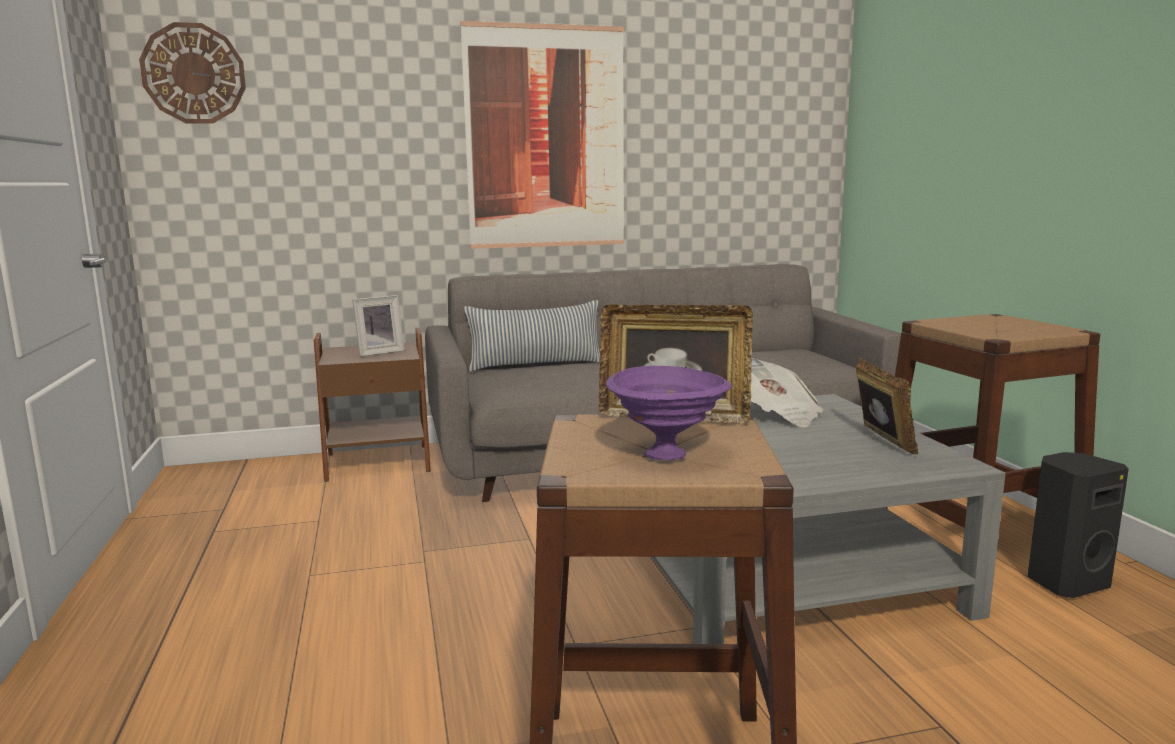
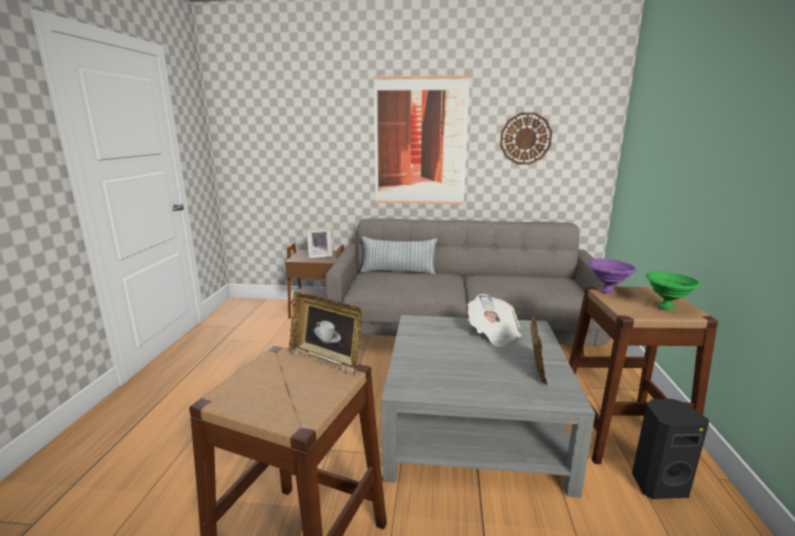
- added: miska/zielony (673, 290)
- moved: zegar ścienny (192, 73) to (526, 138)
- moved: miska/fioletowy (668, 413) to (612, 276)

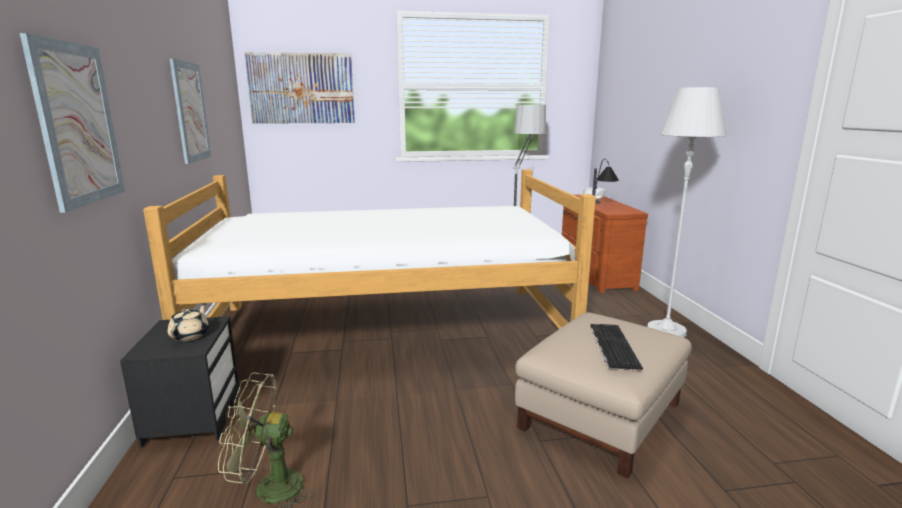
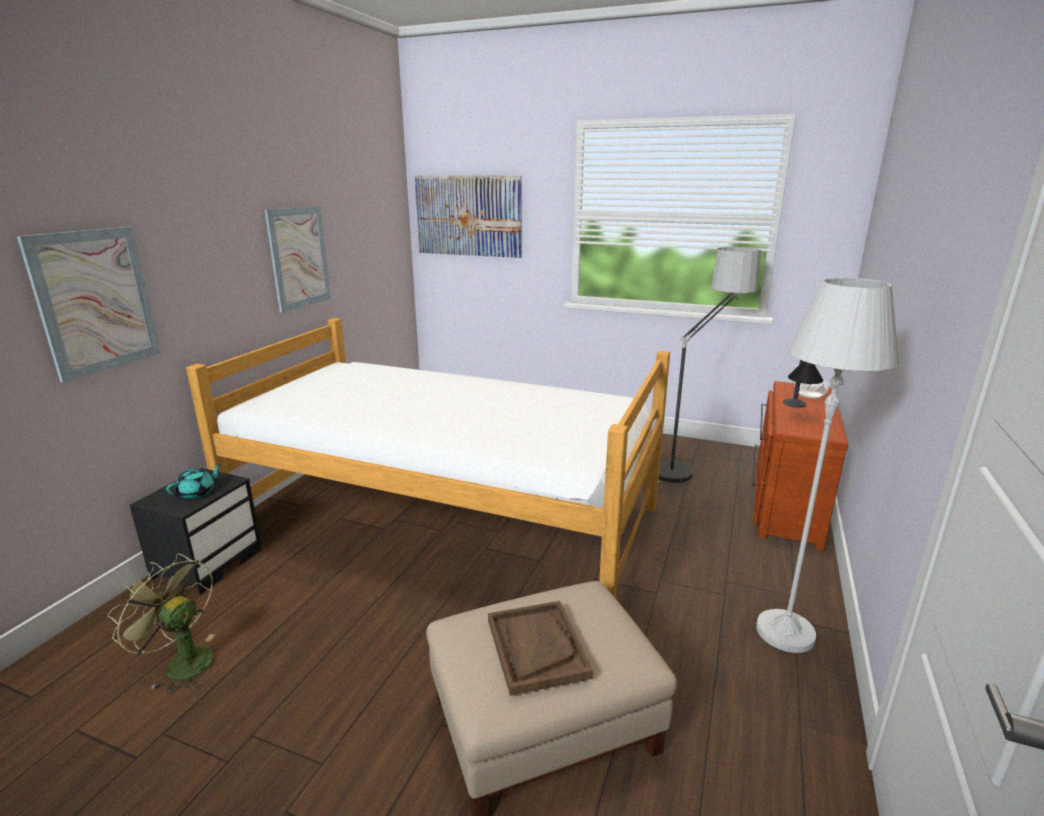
- replaced: klawiatura (616, 347) to taca/brązowy (540, 648)
- recoloured: imbryk/beżowy (188, 322) to imbryk/turkusowy (194, 481)

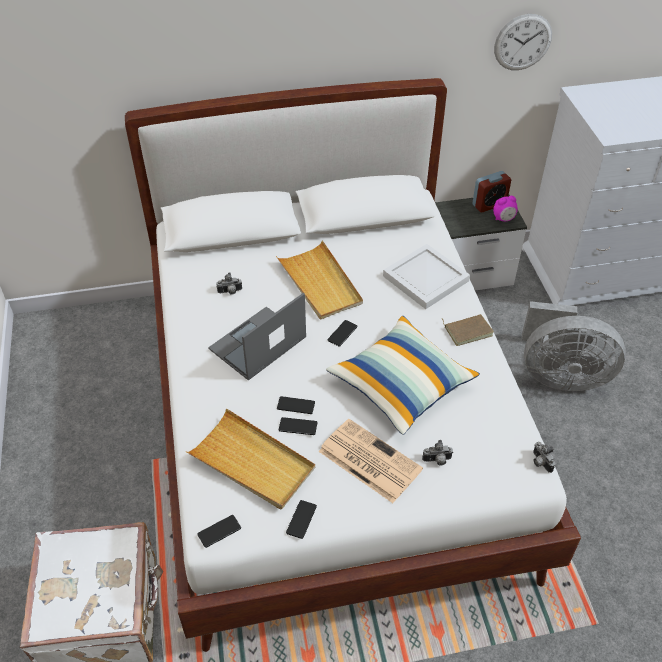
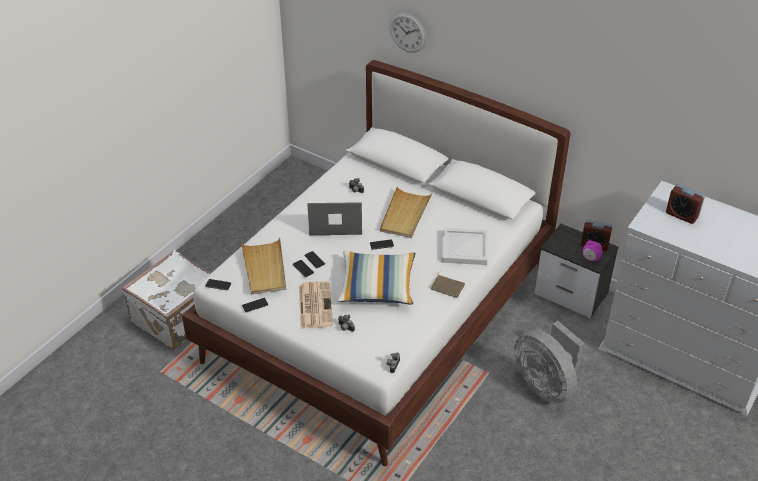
- added: budzik (685, 204)
- moved: zegar ścienny (523, 42) to (407, 33)

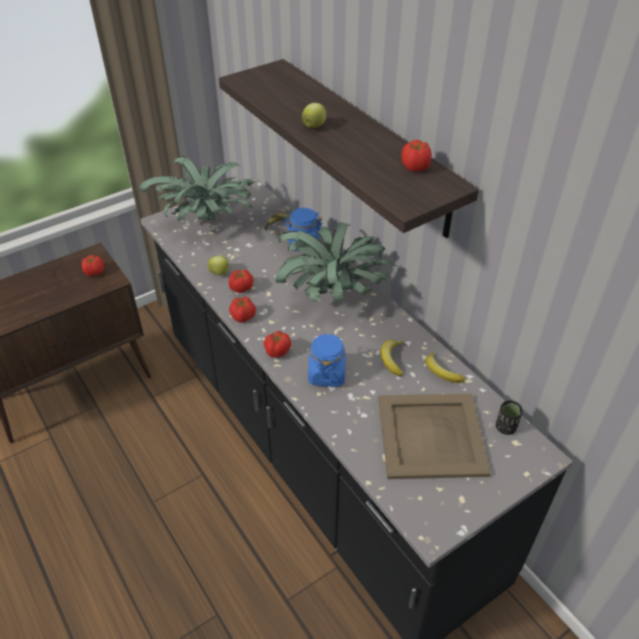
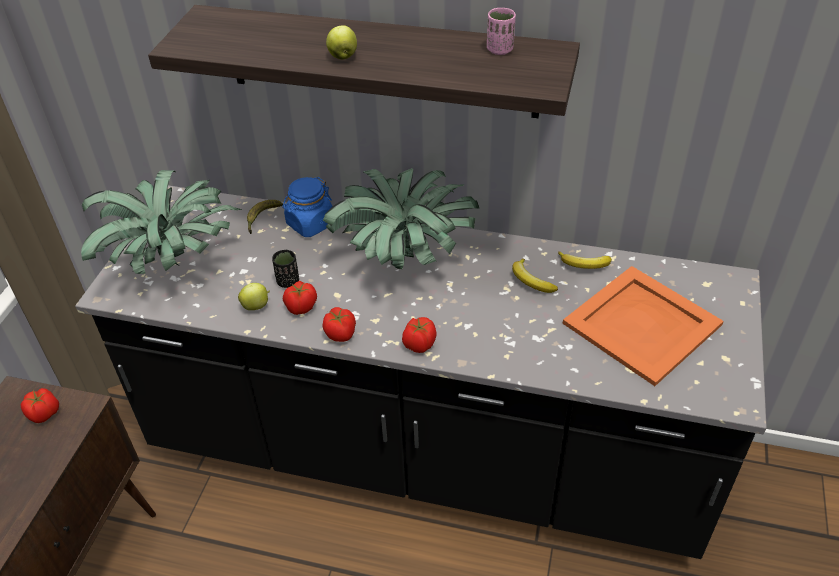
- removed: słoik/niebieski (327, 359)
- moved: filiżanka/czarny (509, 417) to (285, 269)
- replaced: pomidor (416, 156) to filiżanka/różowy (501, 31)
- recoloured: taca/beżowy (434, 436) to taca/pomarańczowy (643, 326)

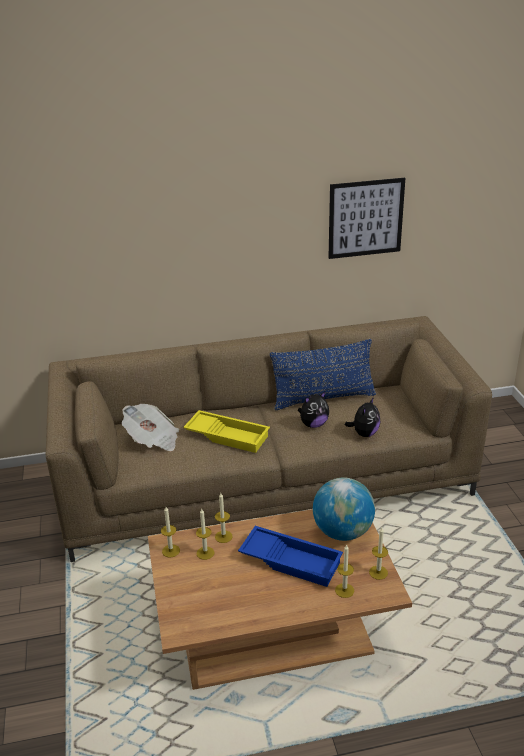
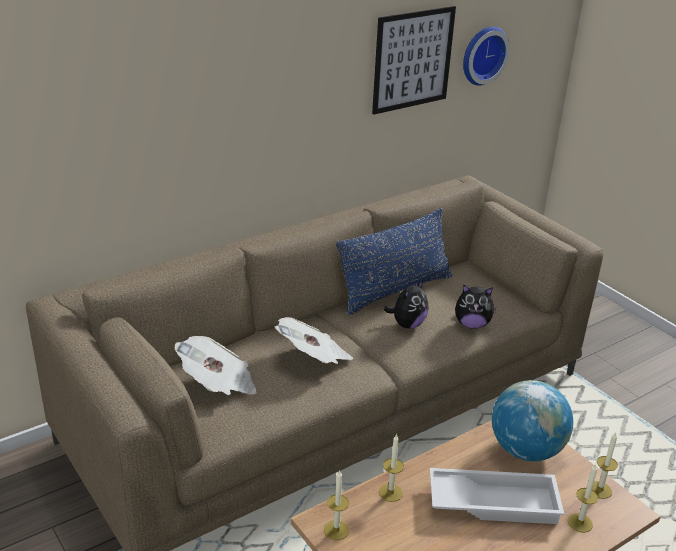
- removed: świeca (205, 534)
- added: zegar ścienny (486, 56)
- replaced: taca/żółty (226, 431) to gazeta (314, 340)
- recoloured: taca/niebieski (290, 556) to taca/biały (497, 496)
- turned: pluszak (362, 417) = (476, 306) 90 degrees clockwise

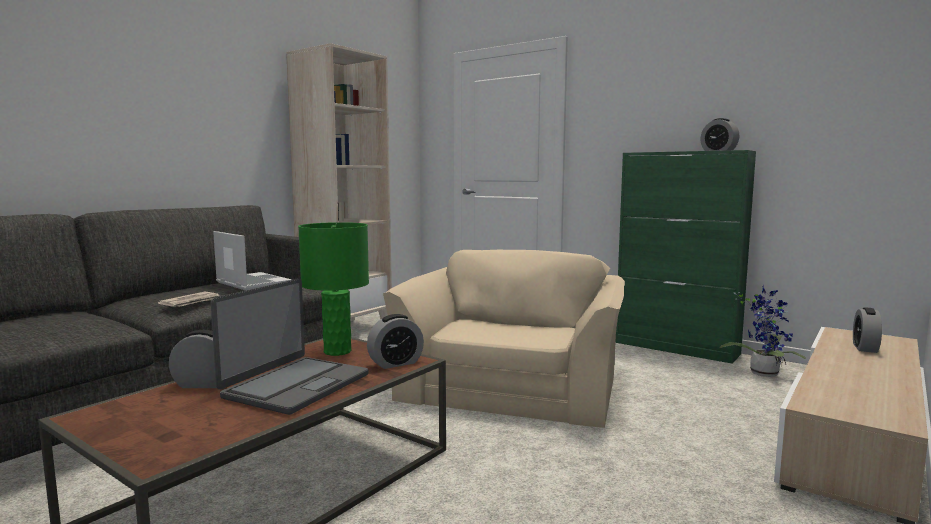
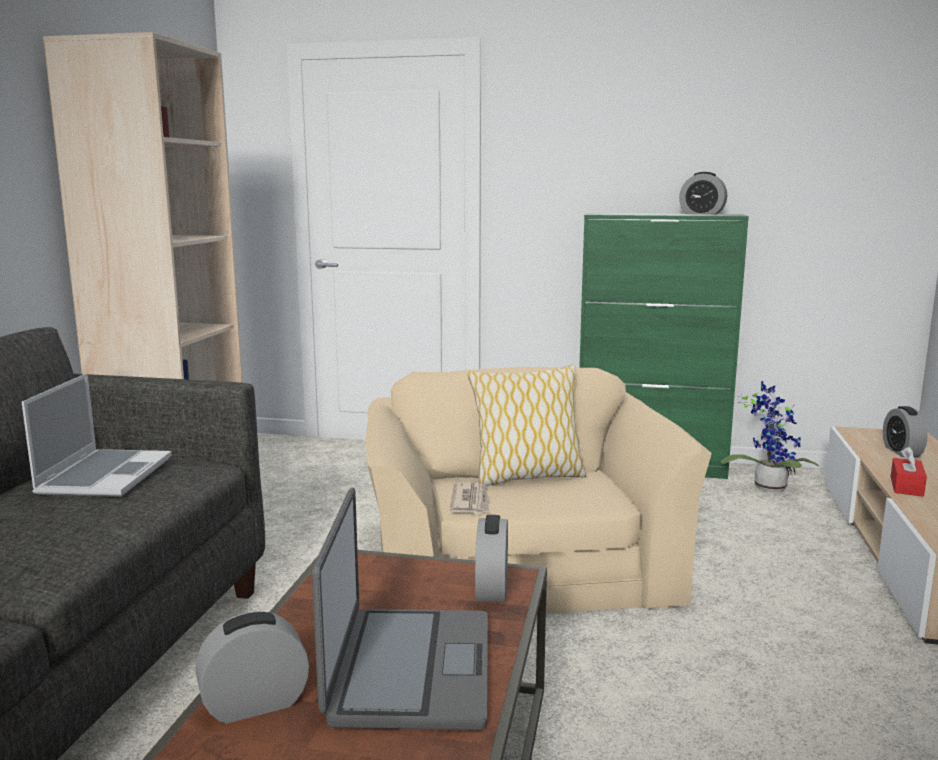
- removed: lampa stołowa/zielony (333, 289)
- added: poduszka (526, 425)
- added: pudełko chusteczek/czerwony (909, 472)
- moved: gazeta (188, 299) to (469, 497)
- turned: laptop (252, 260) = (97, 435) 75 degrees clockwise
- turned: budzik (395, 341) = (491, 558) 150 degrees clockwise

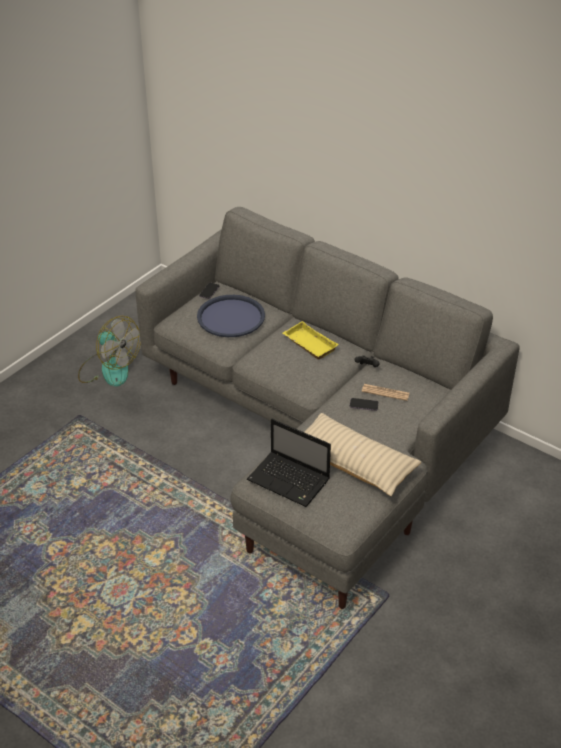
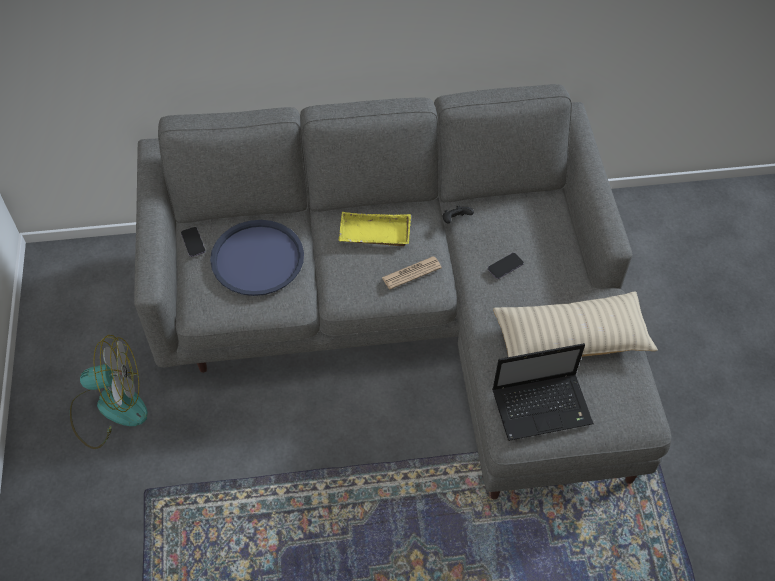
- moved: gazeta (386, 392) to (412, 273)

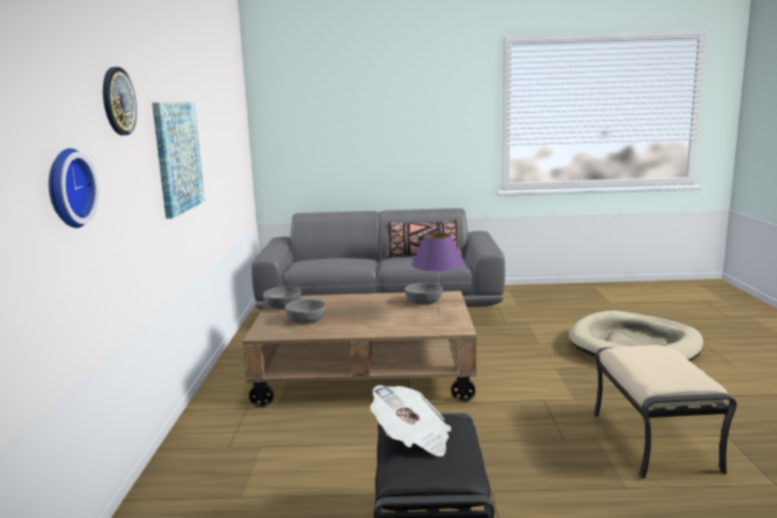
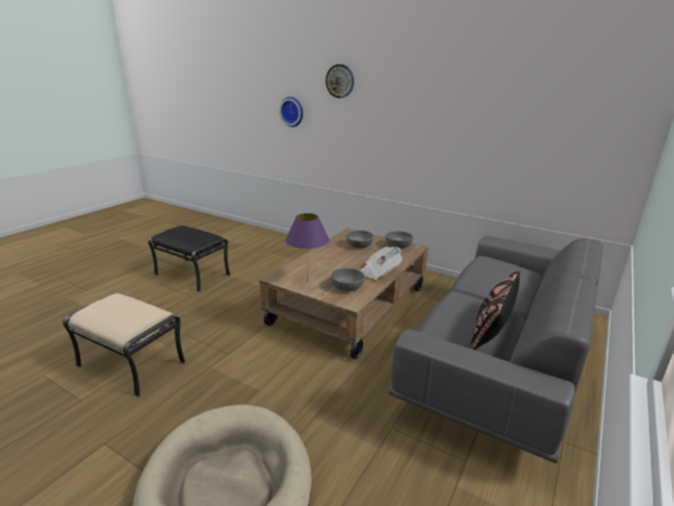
- removed: obraz (178, 160)
- moved: gazeta (410, 421) to (381, 263)

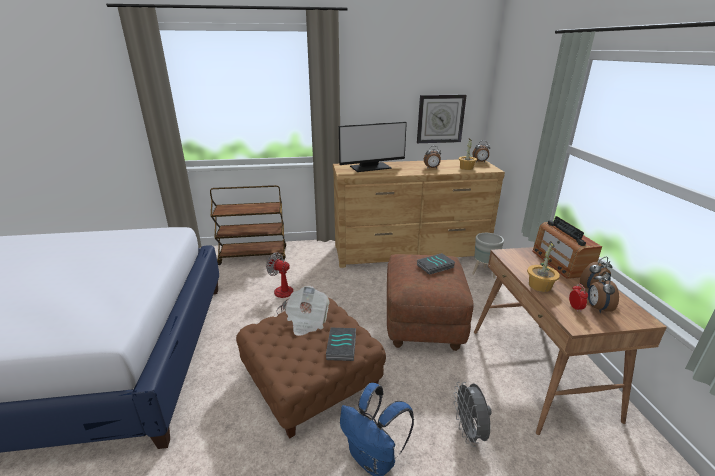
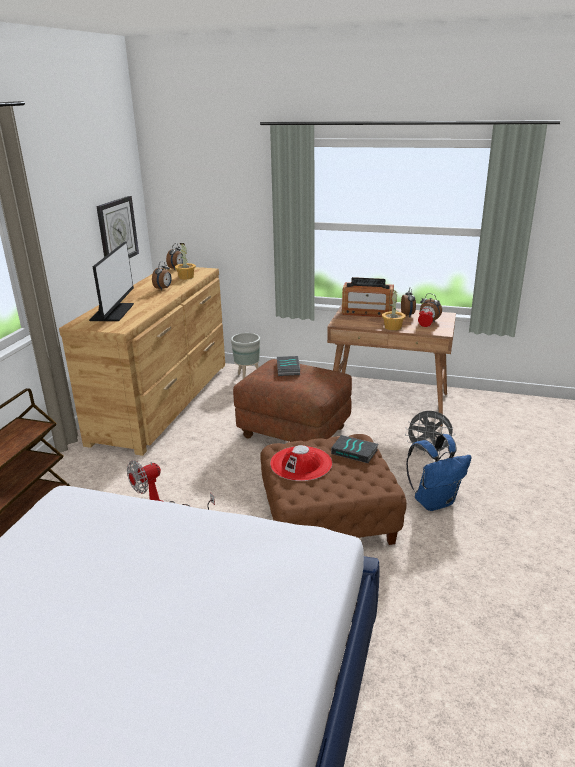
- replaced: gazeta (307, 311) to kapelusz/czerwony (301, 463)

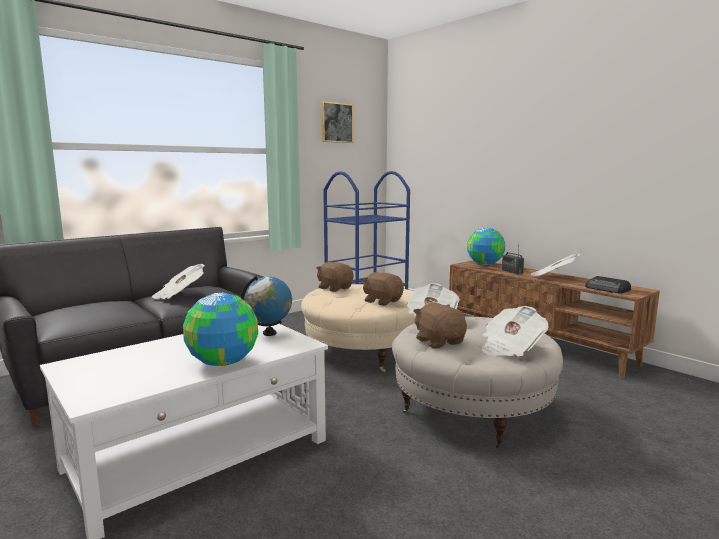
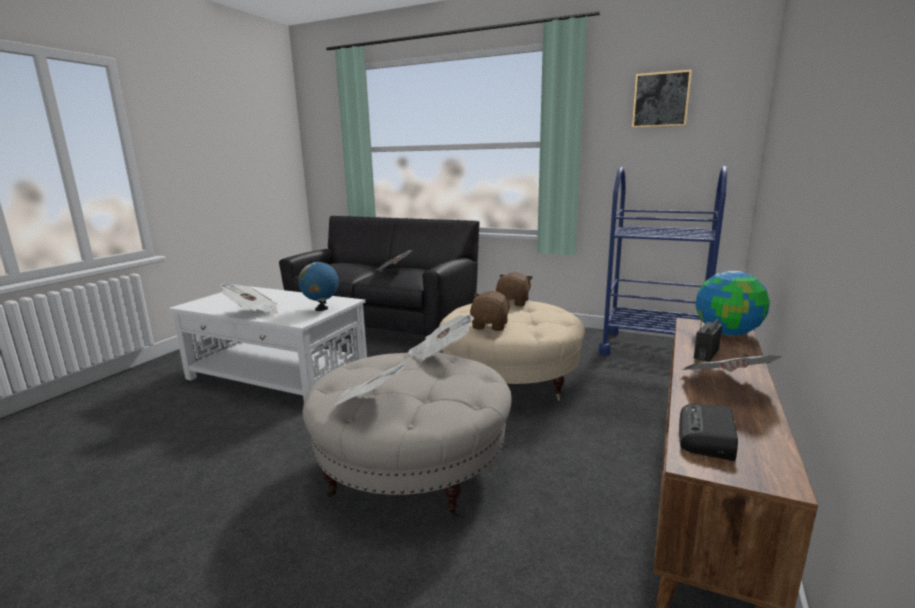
- removed: pluszak/brązowy (440, 325)
- replaced: globus (220, 329) to gazeta (249, 299)

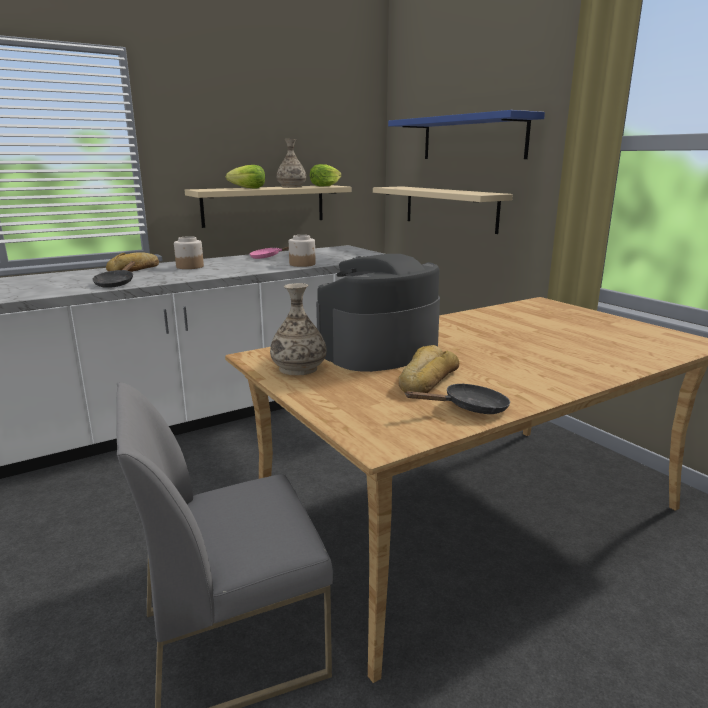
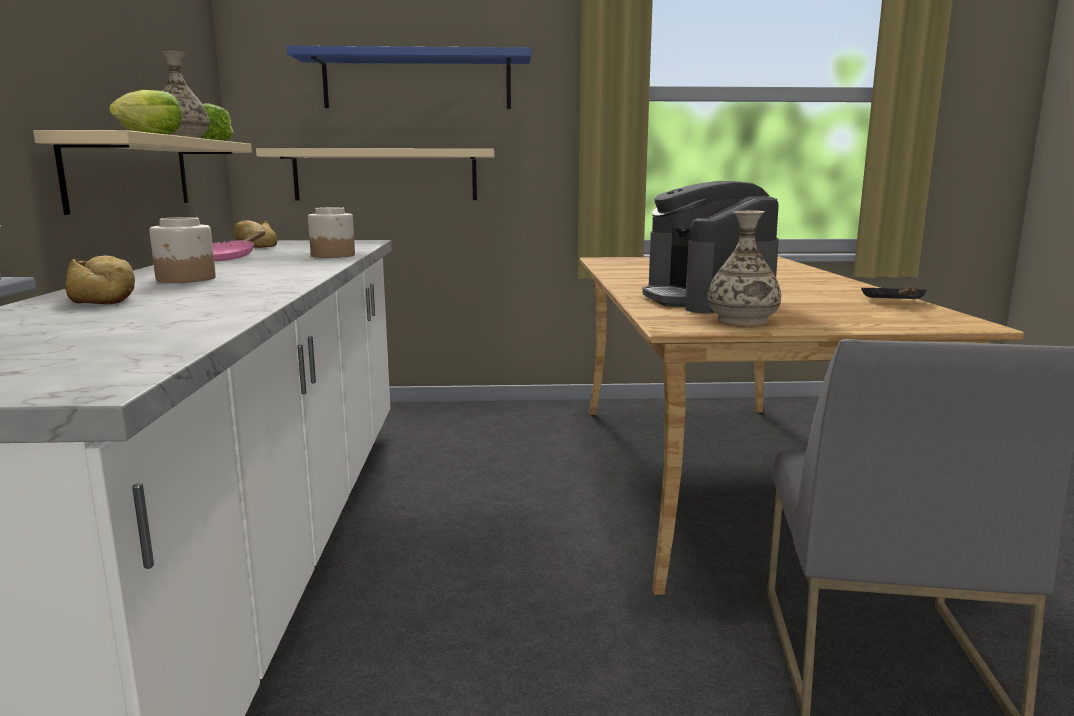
- removed: patelnia/czarny (113, 274)
- moved: chleb (428, 369) to (255, 234)

